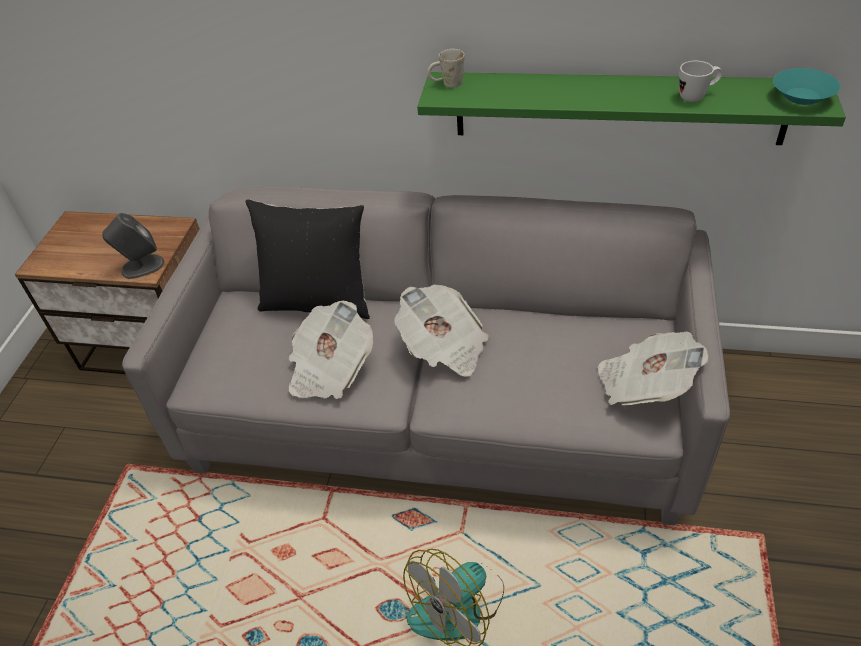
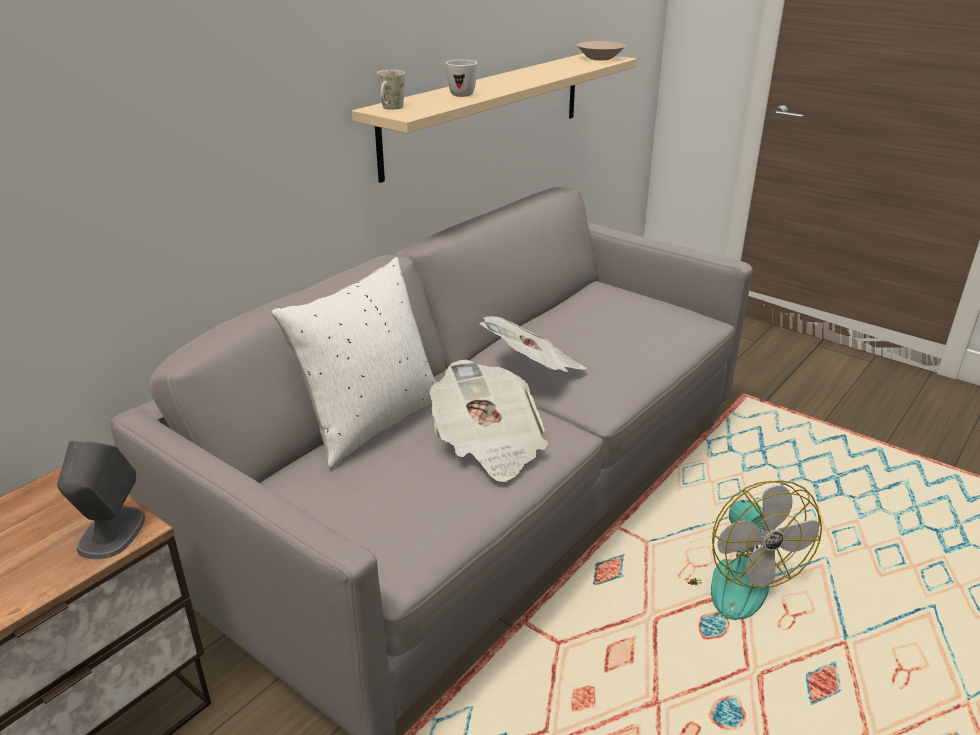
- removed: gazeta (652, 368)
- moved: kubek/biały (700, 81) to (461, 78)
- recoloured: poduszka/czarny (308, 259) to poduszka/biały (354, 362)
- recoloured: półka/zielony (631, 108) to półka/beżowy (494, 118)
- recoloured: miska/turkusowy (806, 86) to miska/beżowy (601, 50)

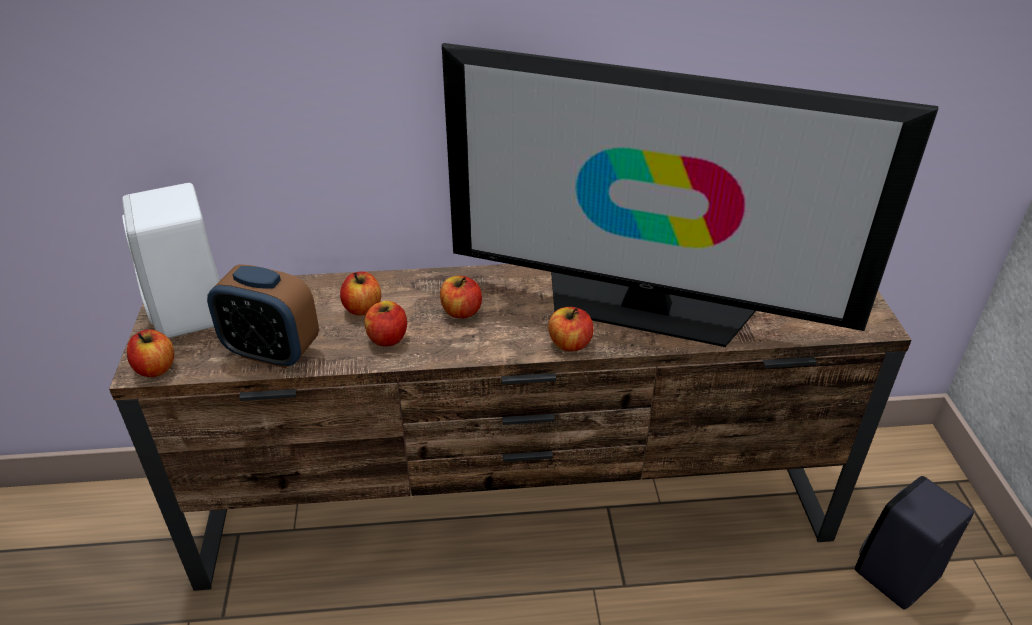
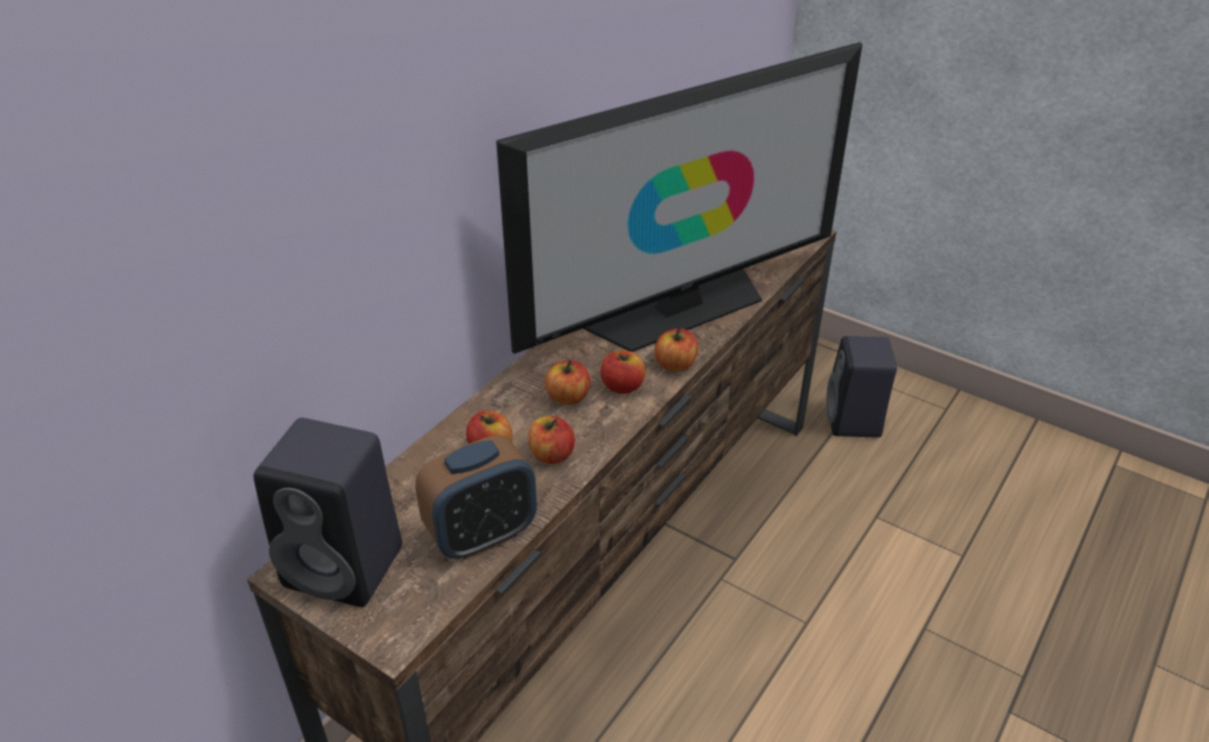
- moved: jabłko (150, 353) to (623, 372)
- recoloured: głośnik/biały (171, 260) to głośnik/czarny (328, 512)

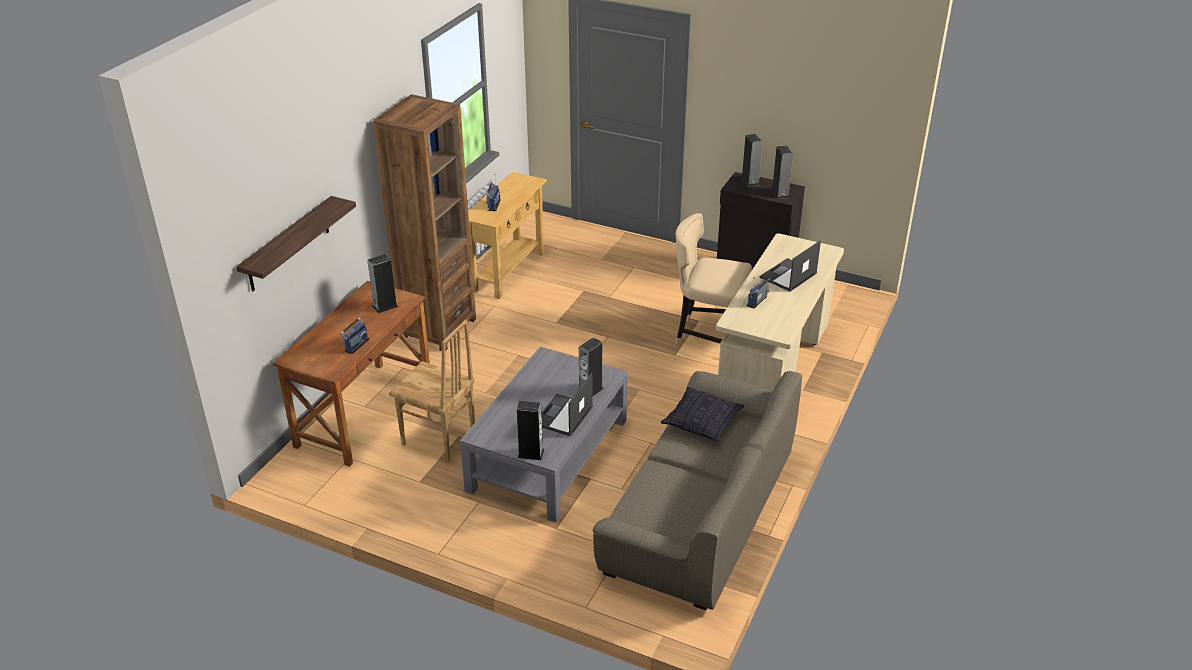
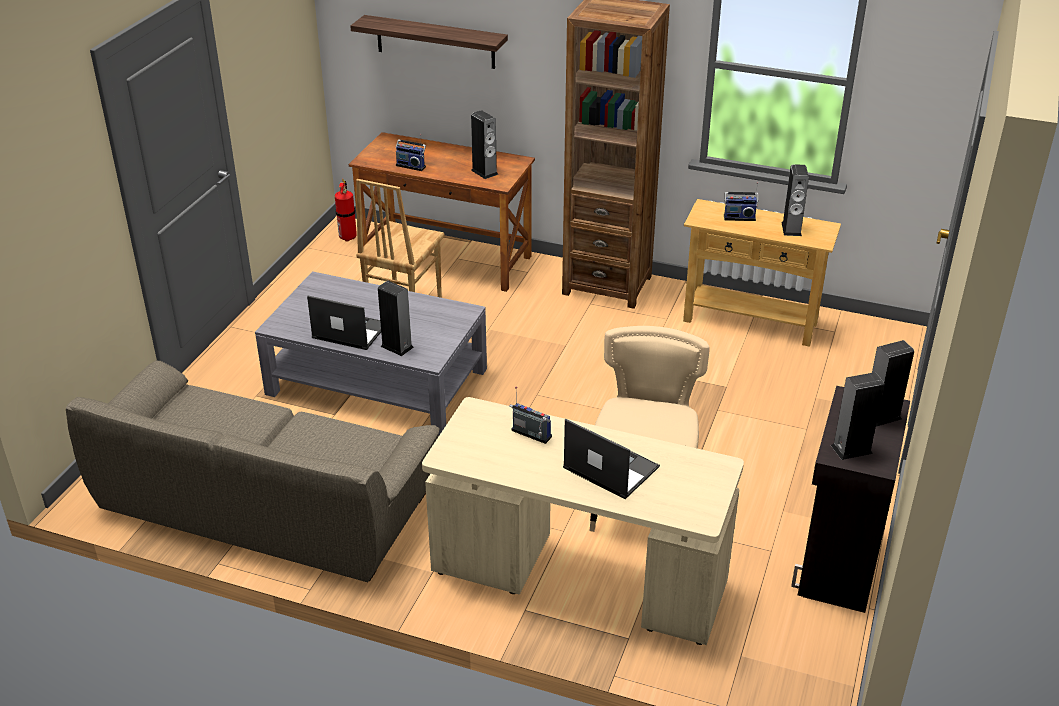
- removed: poduszka (702, 414)
- added: gaśnica (346, 210)
- moved: głośnik (531, 430) to (795, 200)

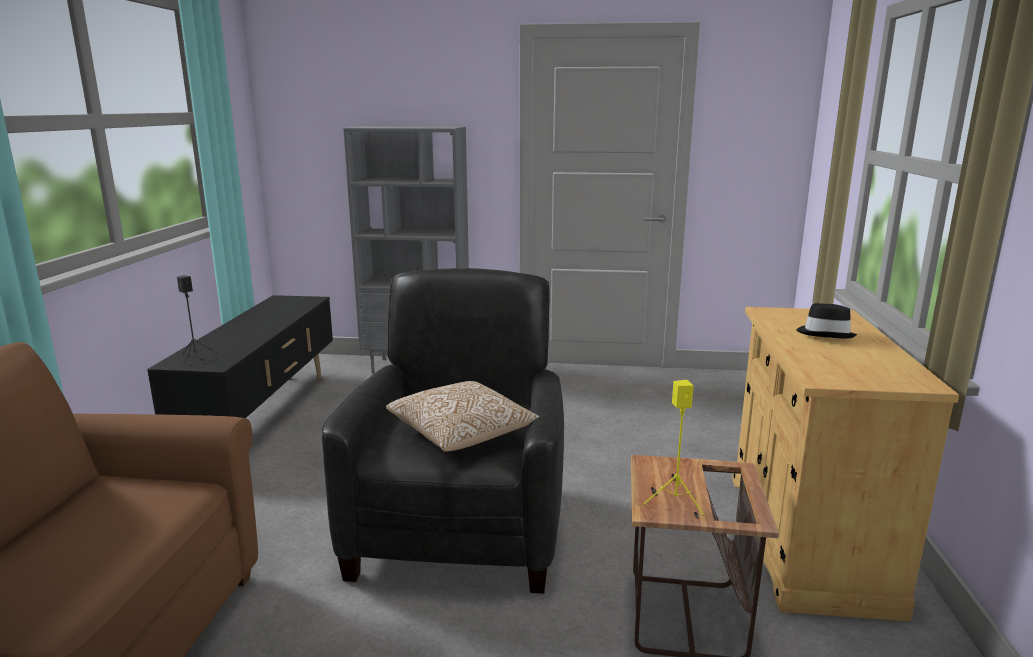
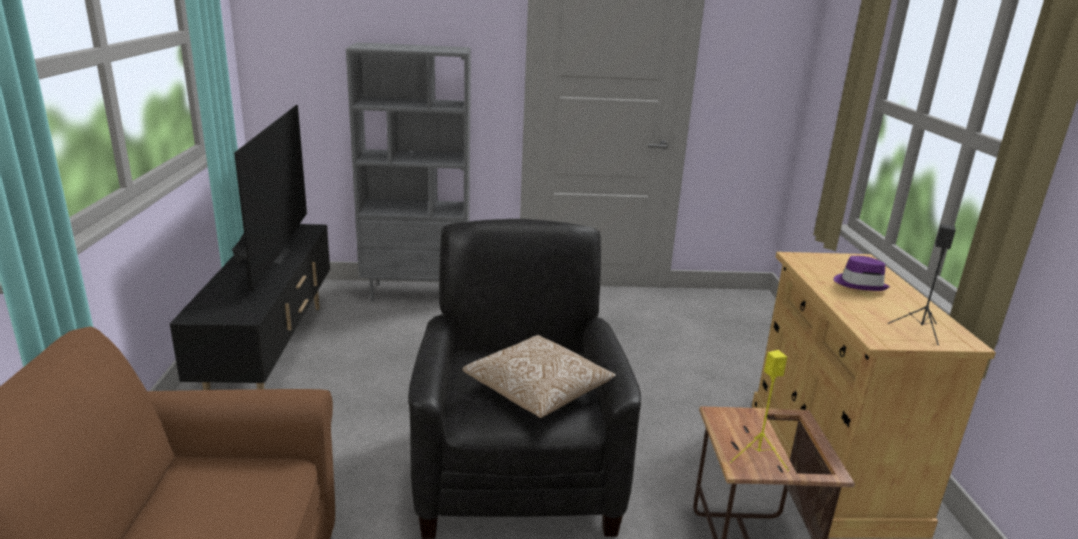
- added: telewizor (269, 198)
- moved: głośnik/czarny (199, 320) to (921, 284)
- recoloured: kapelusz/czarny (826, 321) to kapelusz/fioletowy (862, 273)

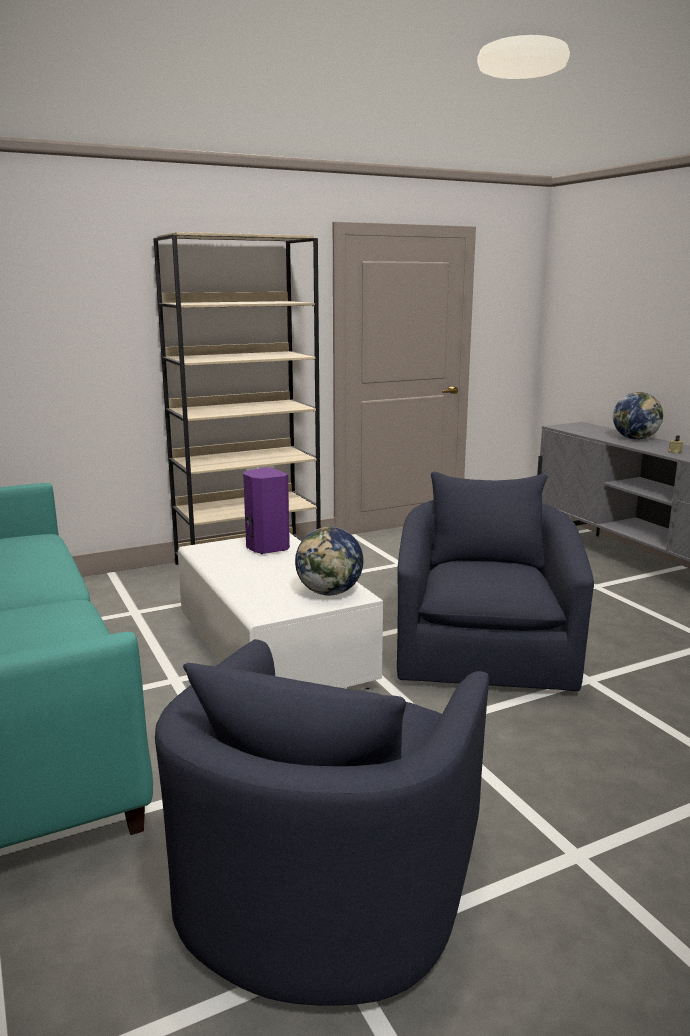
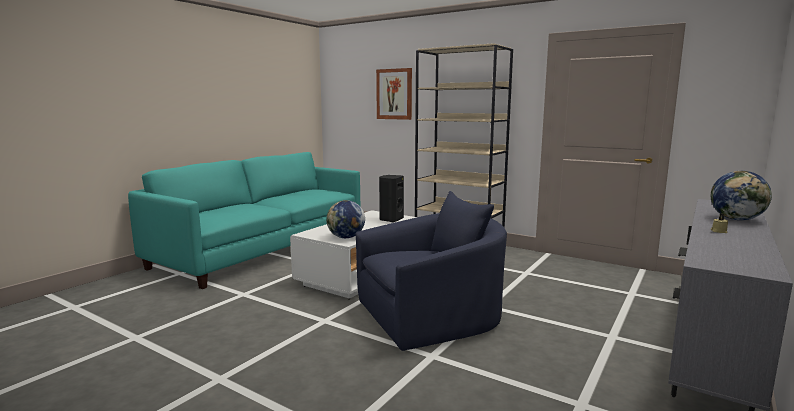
- removed: fotel/niebieski (322, 822)
- added: obraz (394, 94)
- recoloured: głośnik/fioletowy (266, 511) to głośnik/czarny (391, 199)

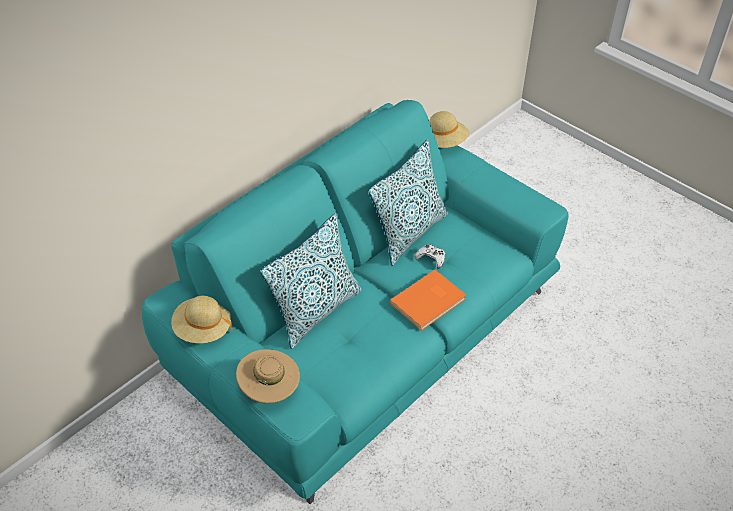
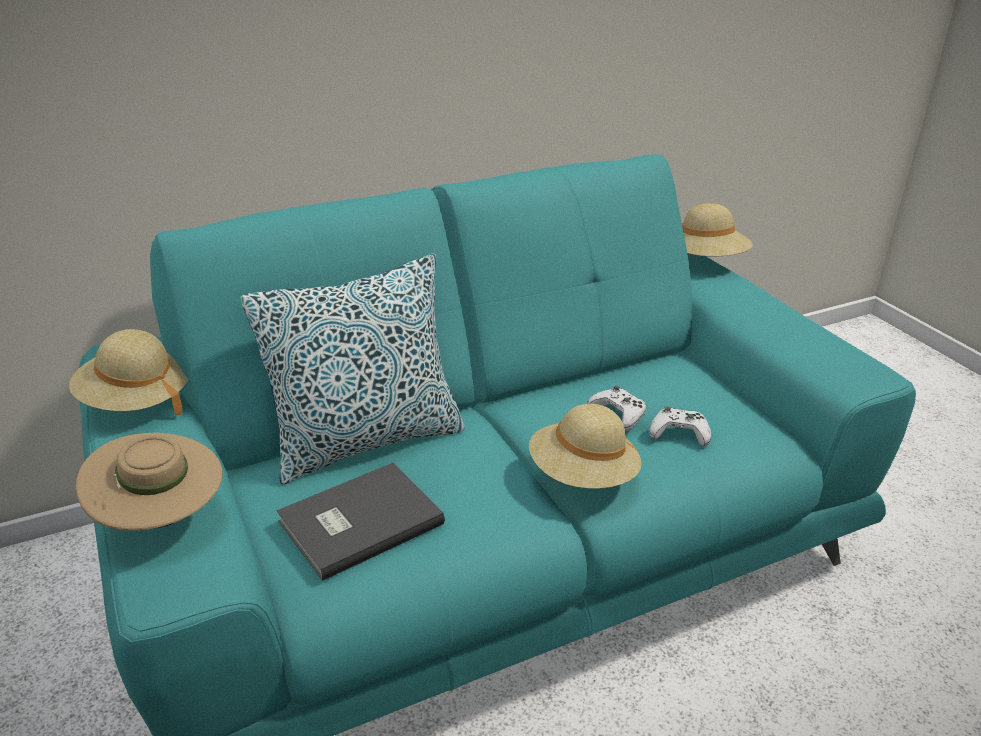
- removed: poduszka (408, 202)
- added: książka/szary (361, 521)
- added: pad do gier/biały (680, 427)
- replaced: książka/pomarańczowy (428, 300) to kapelusz/beżowy (585, 446)

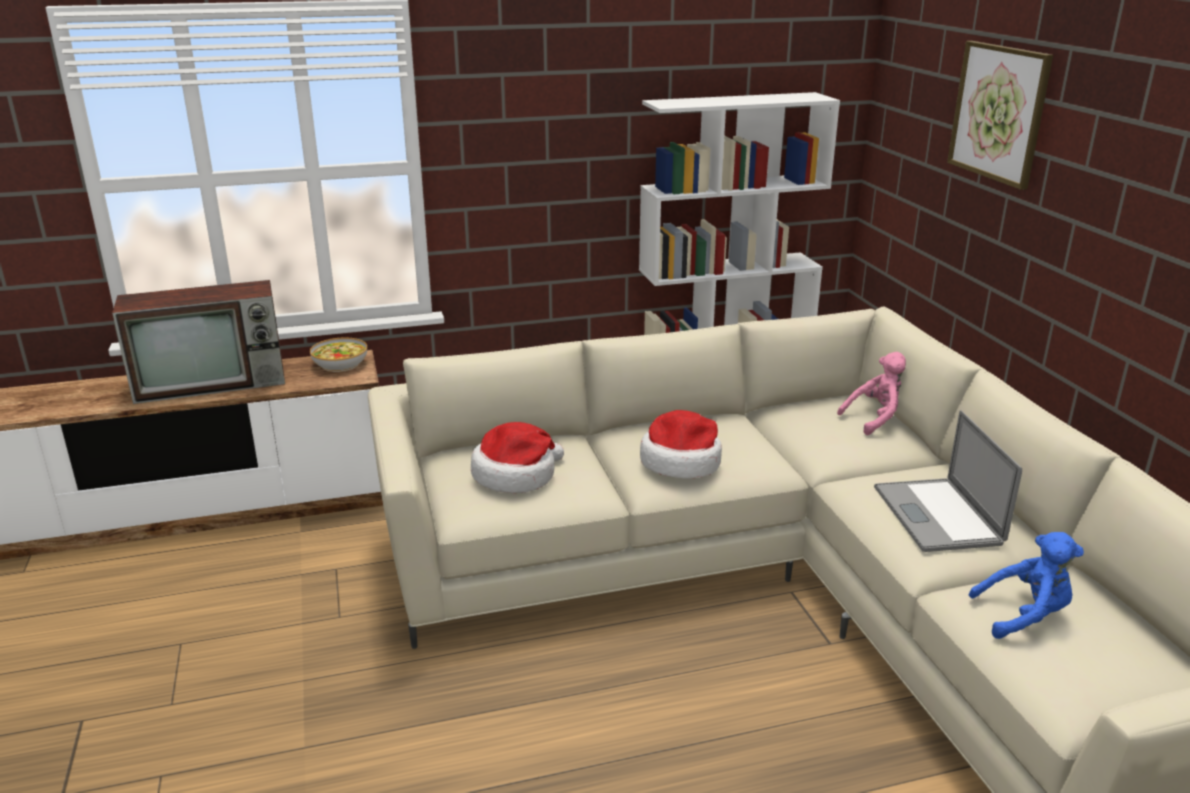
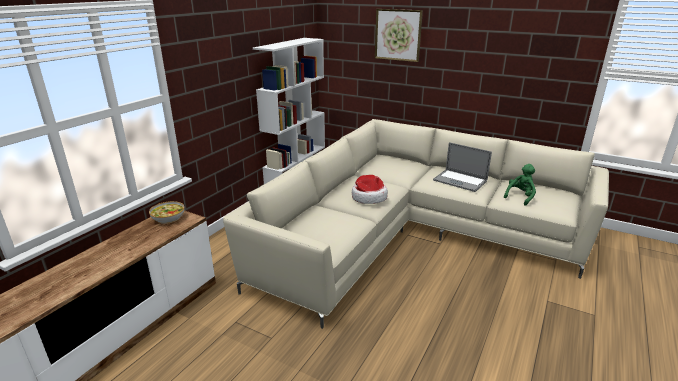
- removed: telewizor (198, 342)
- removed: kapelusz (517, 457)
- removed: pluszak/różowy (871, 393)
- recoloured: pluszak/niebieski (1026, 585) to pluszak/zielony (520, 185)

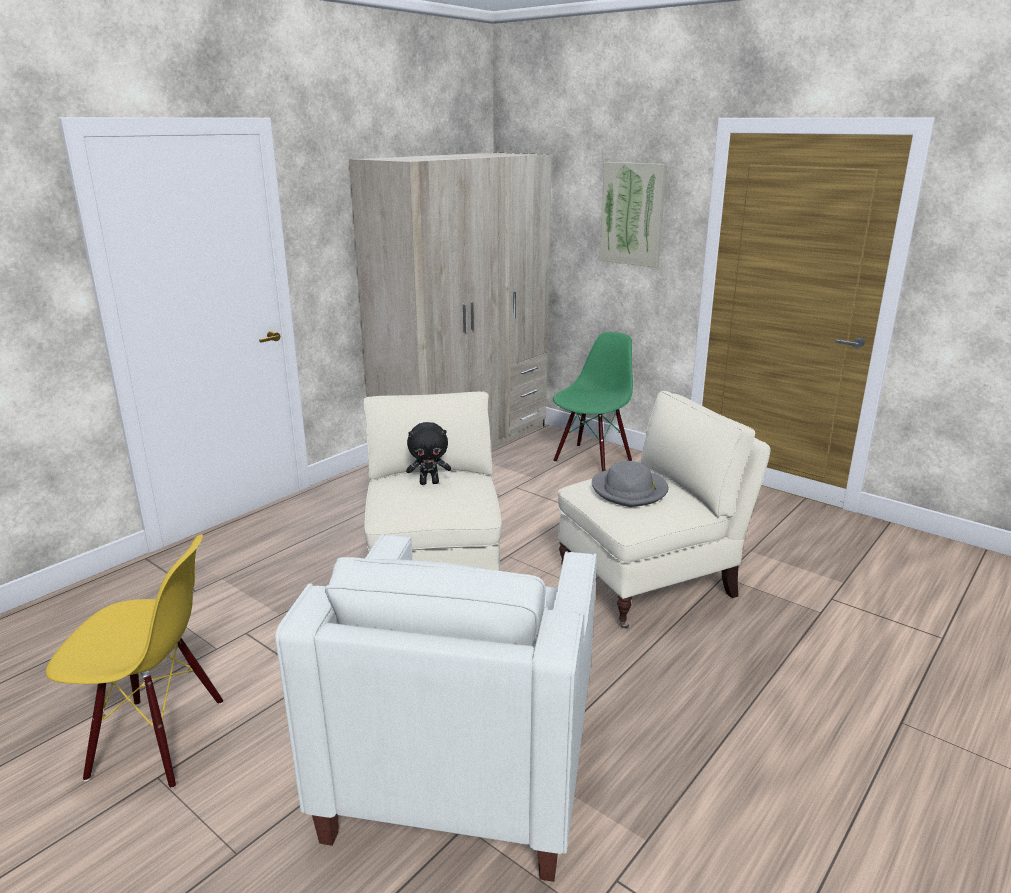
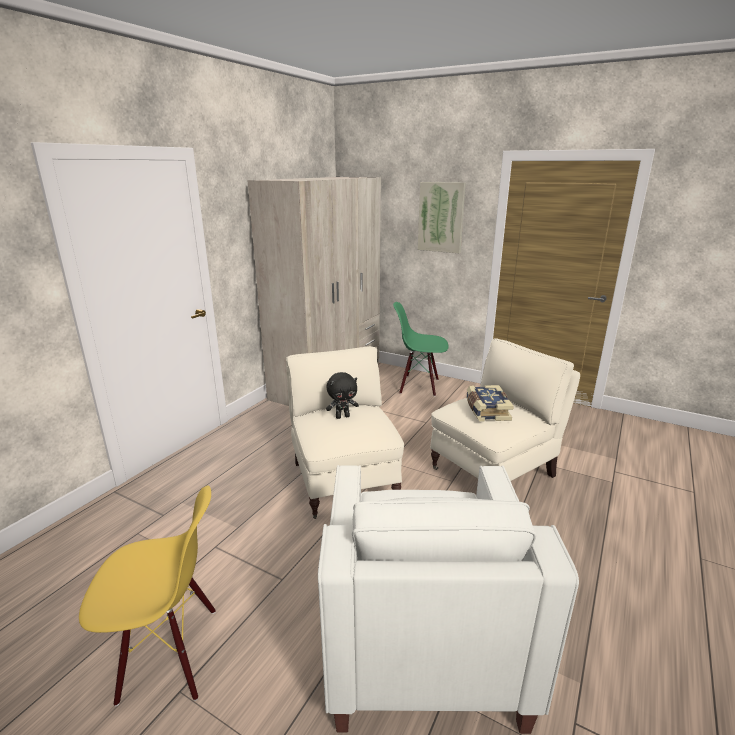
- replaced: kapelusz/szary (630, 484) to książka (490, 403)
- turned: krzesło/zielony (593, 401) = (421, 349) 105 degrees counterclockwise

